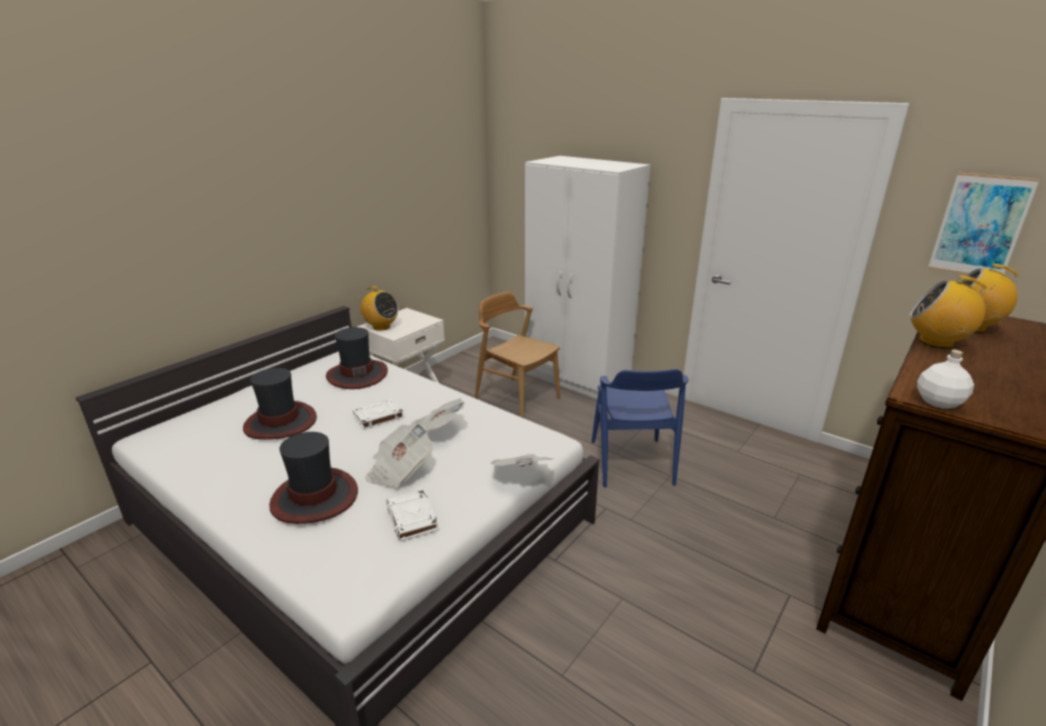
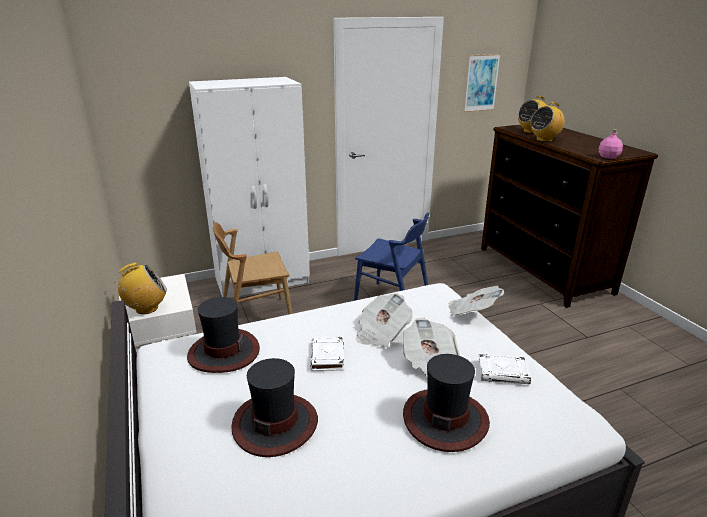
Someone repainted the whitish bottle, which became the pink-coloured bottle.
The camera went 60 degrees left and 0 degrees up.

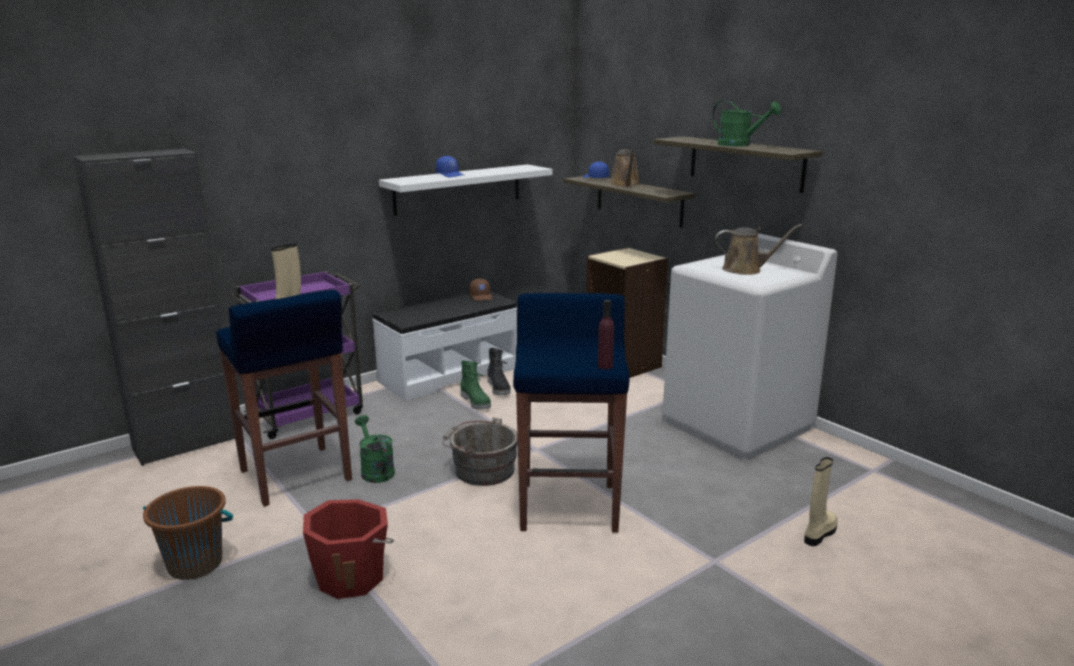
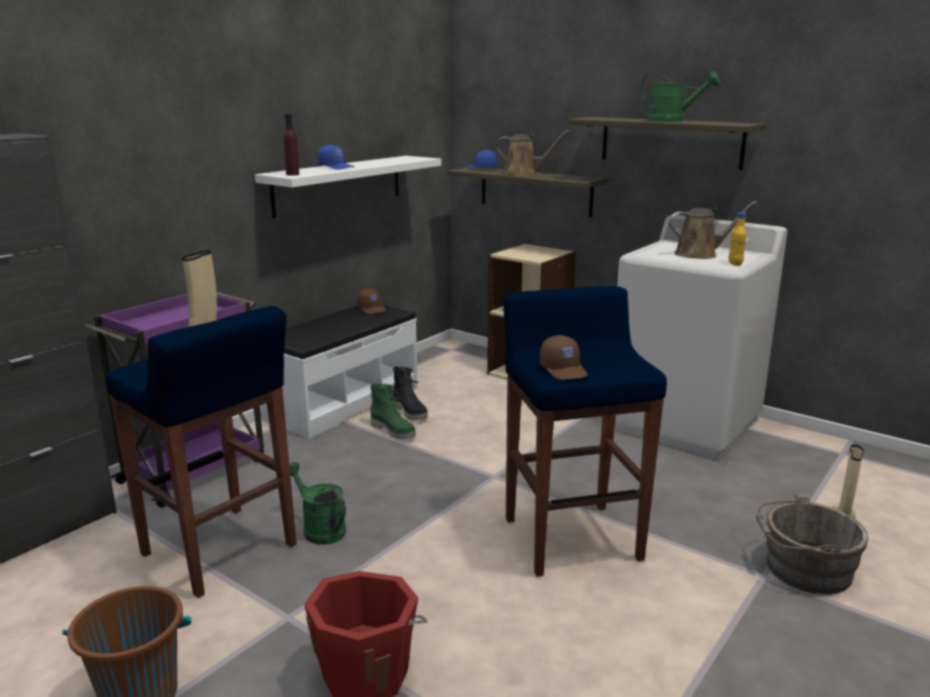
Someone carried the purplish bottle.
Someone rotated the brown sprinkling can (no. 1 from left) by 60 degrees counterclockwise.
Someone put down the brown cap (no. 2 from left).
Someone put down the yellow bottle.
Someone carried the grey water bucket.
The camera went 15 degrees left and 0 degrees up.

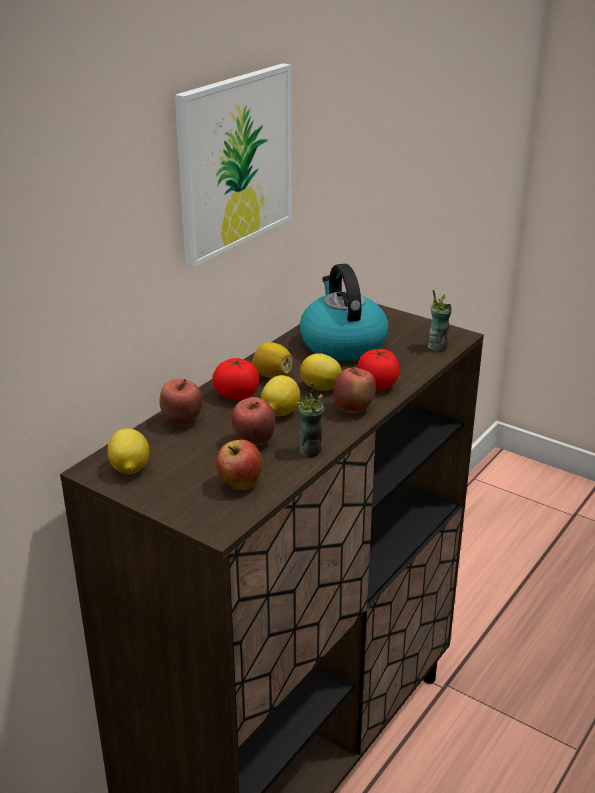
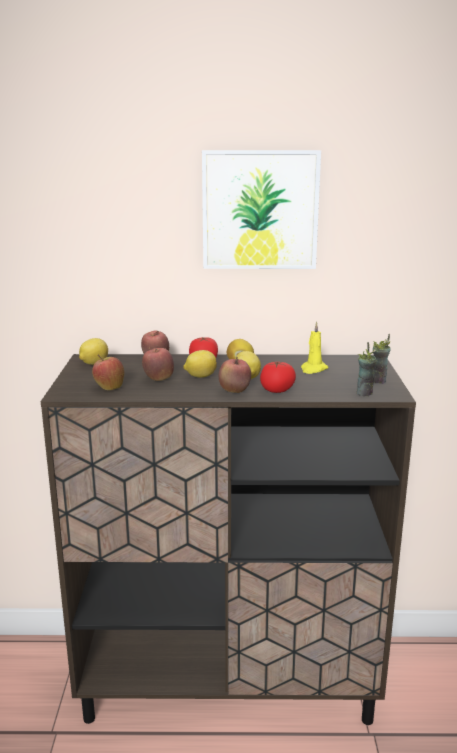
Someone swapped the kettle for the yellow wax light.
Someone carried the cup (no. 1 from left in the first image).
The camera went 55 degrees right and 10 degrees down.

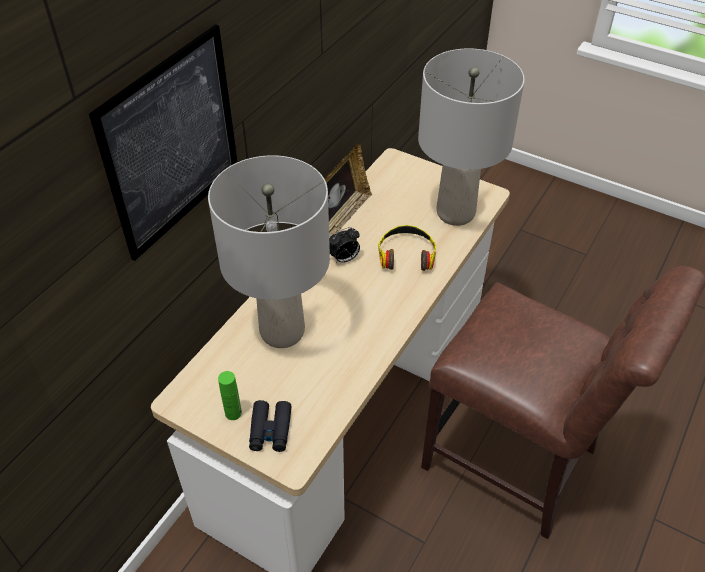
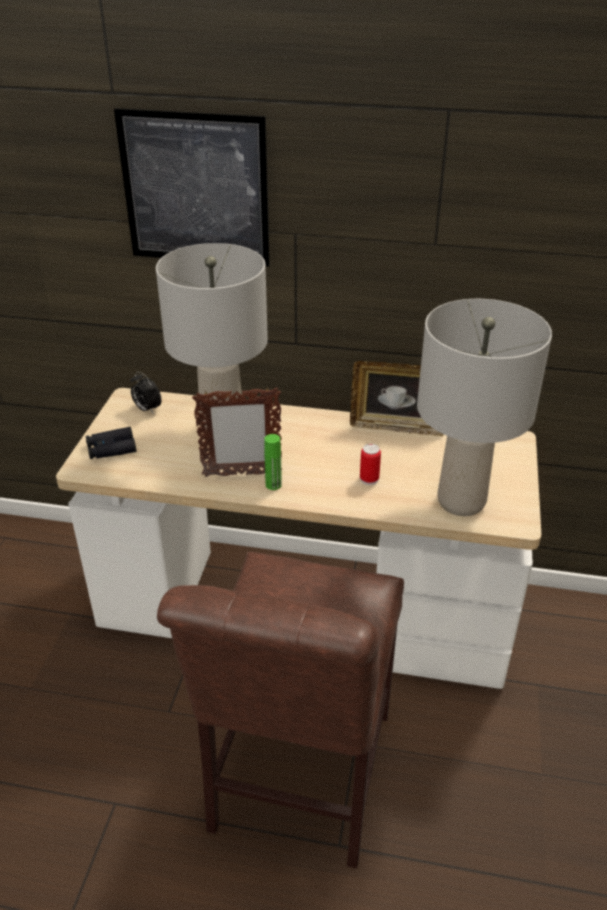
Someone carried the table clock.
Someone put down the picture frame (no. 1 from left).
Someone carried the greenish bottle.
Someone swapped the headphones for the metal can.
The camera went 70 degrees right and 10 degrees down.

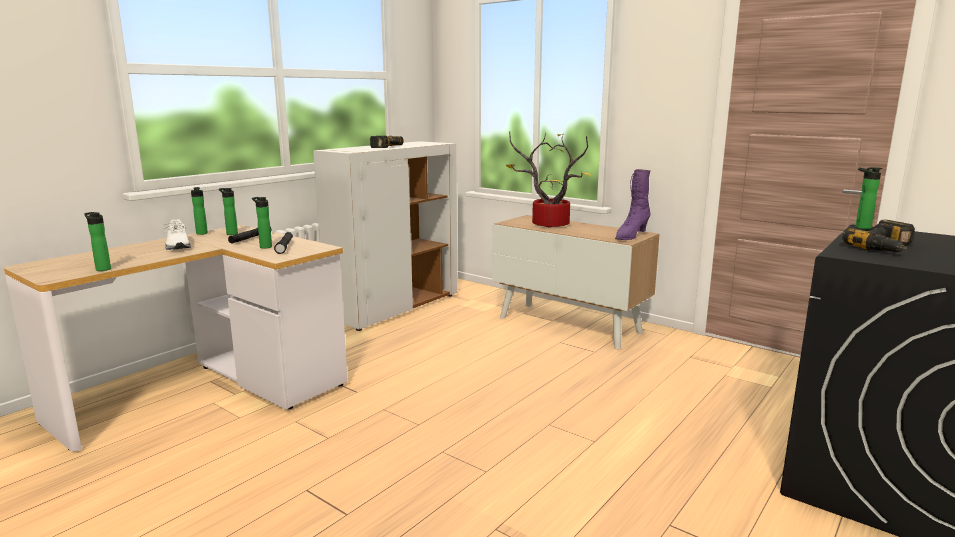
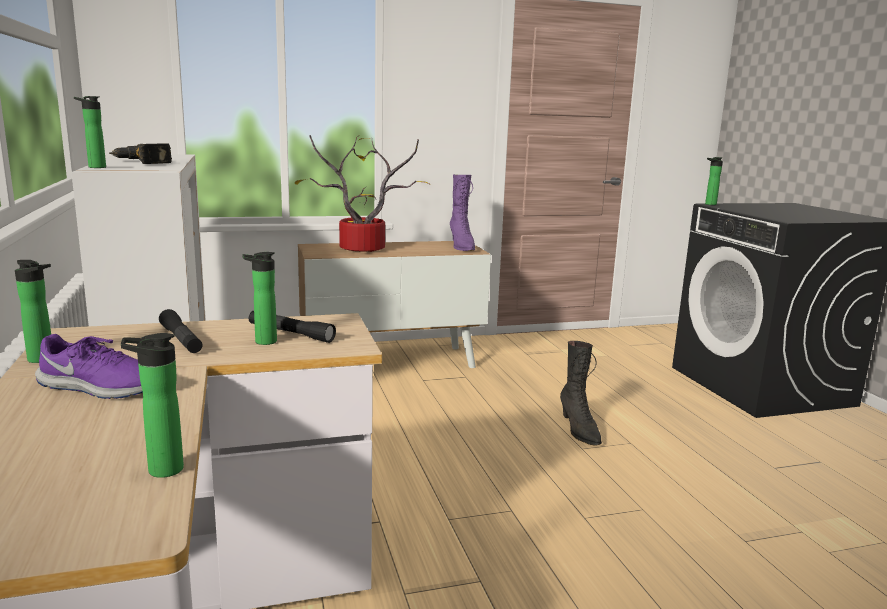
Someone repainted the whitish item of footwear, which became the purplish item of footwear.
Someone carried the bottle (no. 3 from left in the first image).
Someone put down the black boot.
Someone took away the electric drill (no. 2 from left).
The camera went 55 degrees left and 0 degrees up.

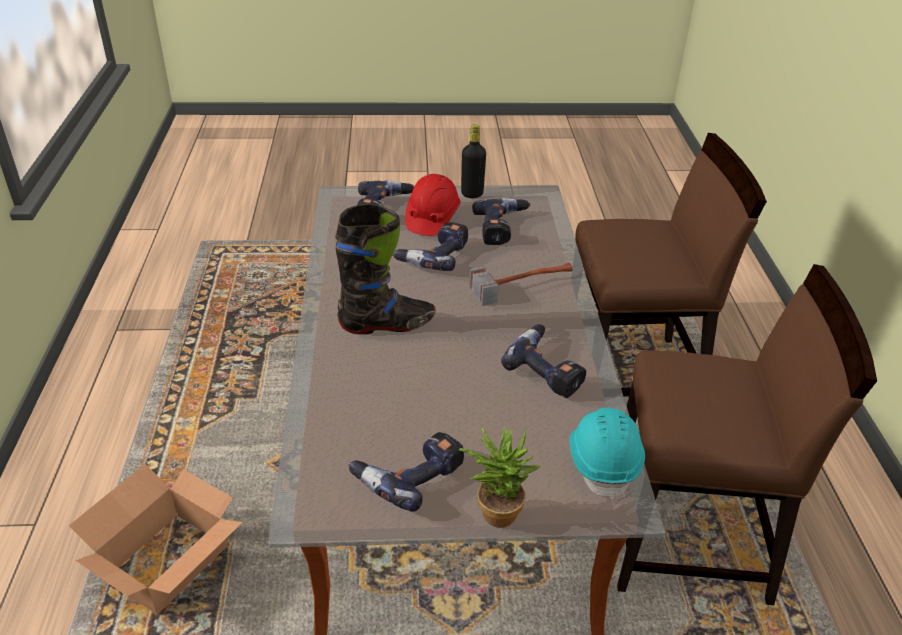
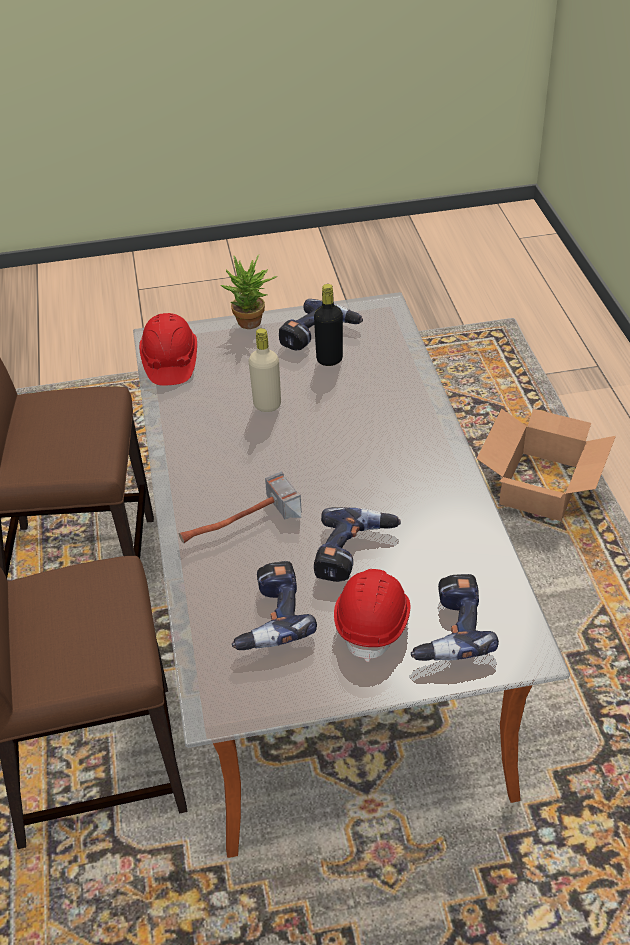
Someone repainted the blue-green work helmet, which became the red-coloured work helmet (no. 1 from left).
Someone put down the sand-coloured bottle.
Someone carried the black bottle.
Someone took away the black boot.
Someone took away the electric drill (no. 5 from left).
The camera went 175 degrees right and 5 degrees up.

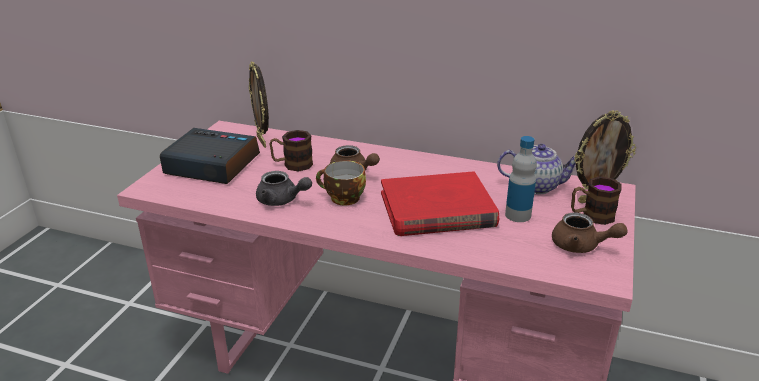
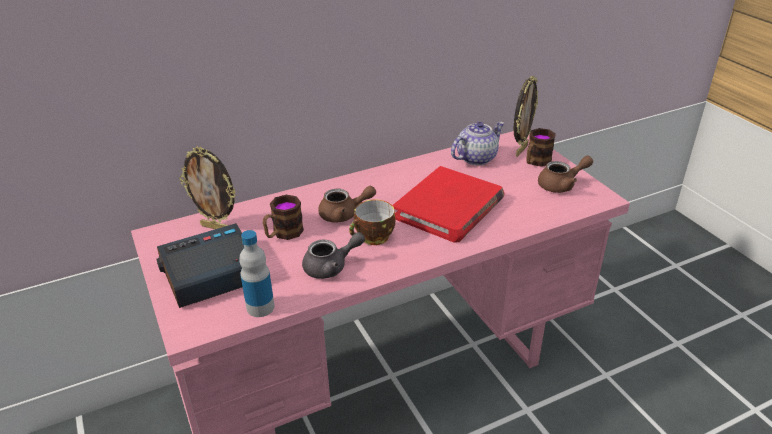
Someone carried the bottle.
The camera went 45 degrees left and 5 degrees up.

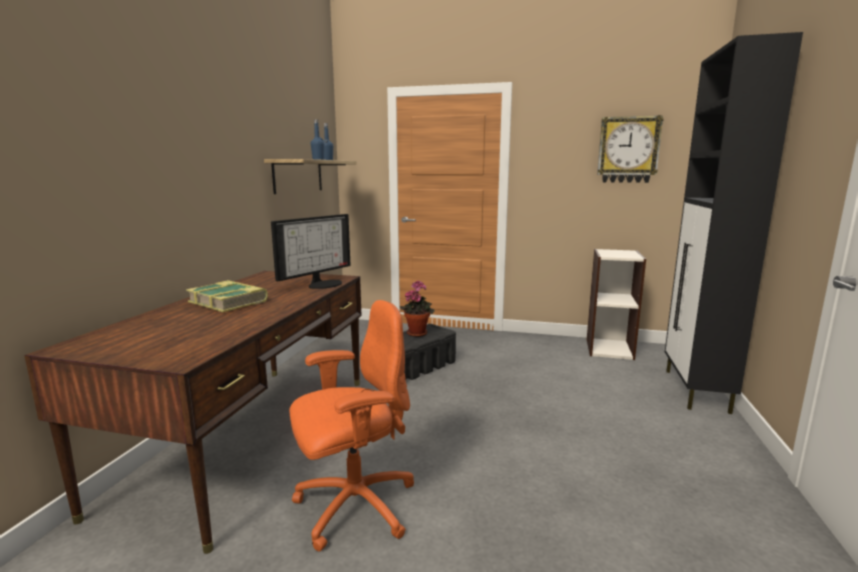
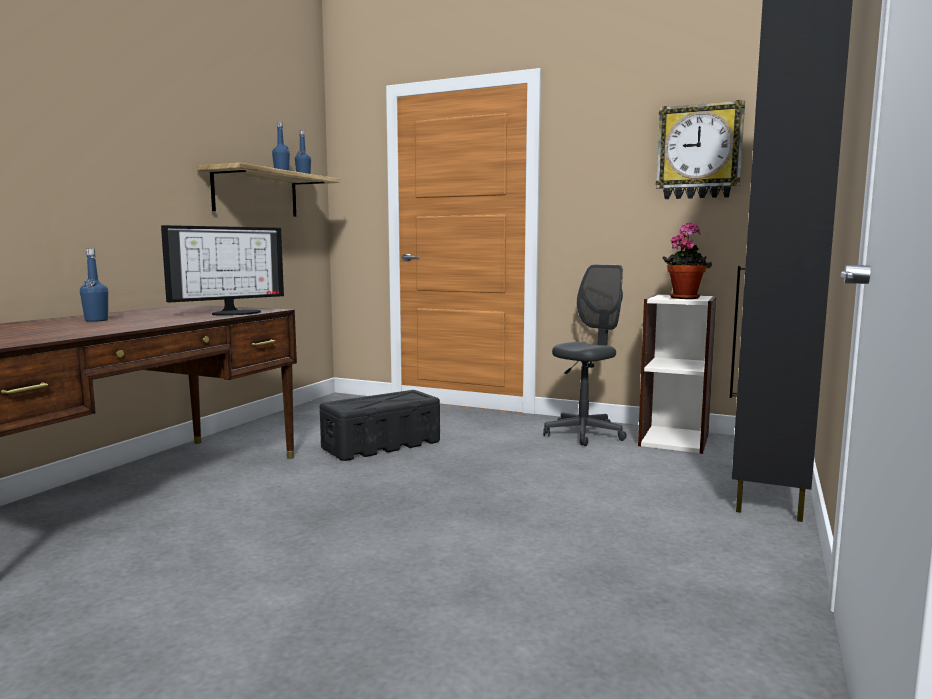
Someone swapped the volume for the blue-coloured bottle (no. 1 from left).
Someone put down the grey office chair.
Someone carried the houseplant.
Someone took away the orange-coloured office chair.
The camera went 10 degrees right and 5 degrees down.

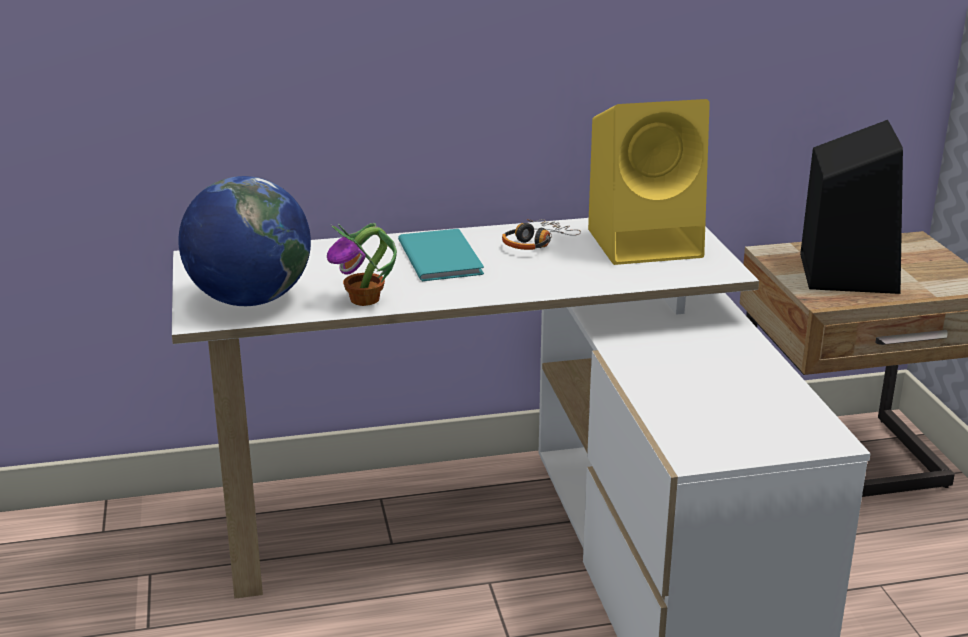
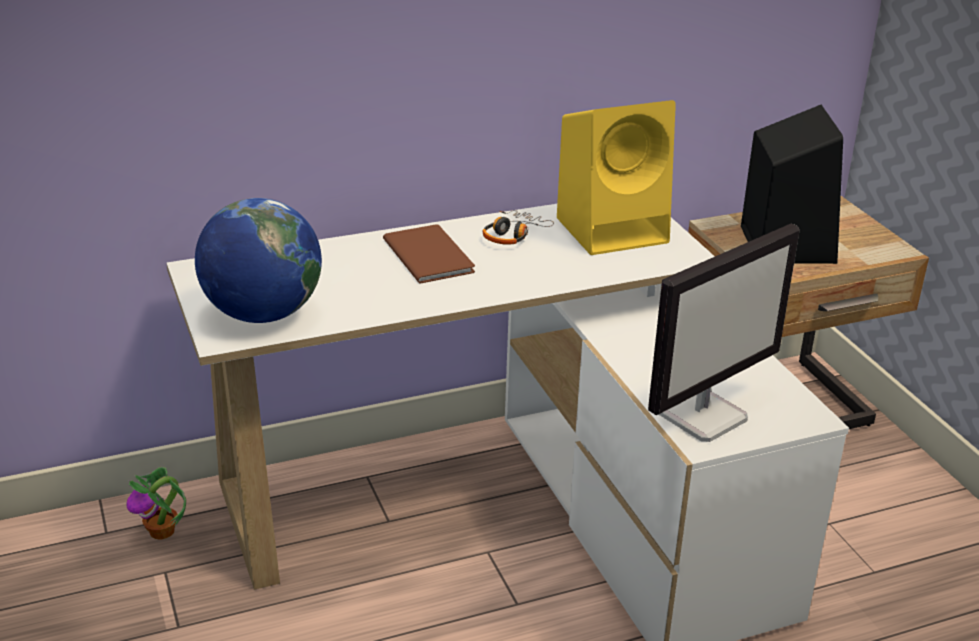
Someone carried the houseplant.
Someone repainted the blue-green volume, which became the brown volume.
Someone put down the computer screen.
The camera went 10 degrees left and 5 degrees up.

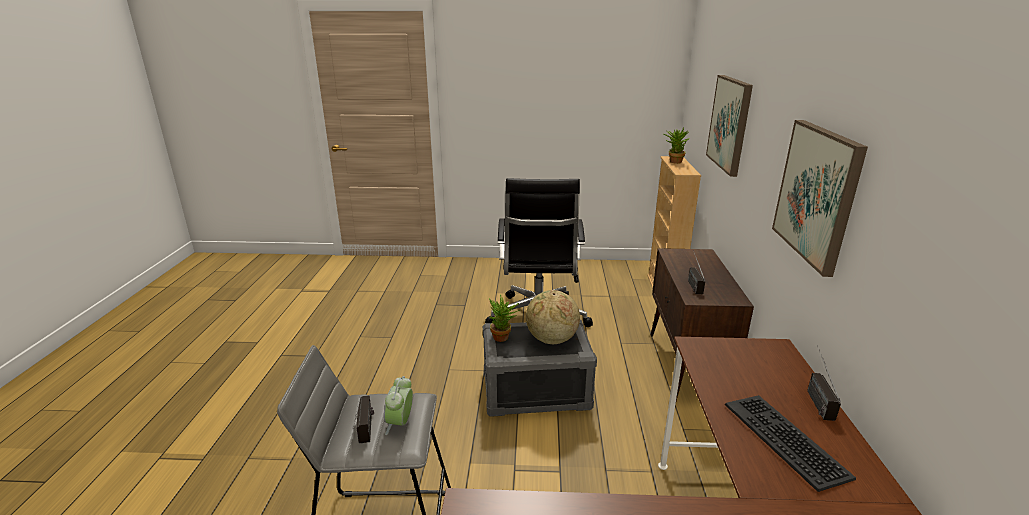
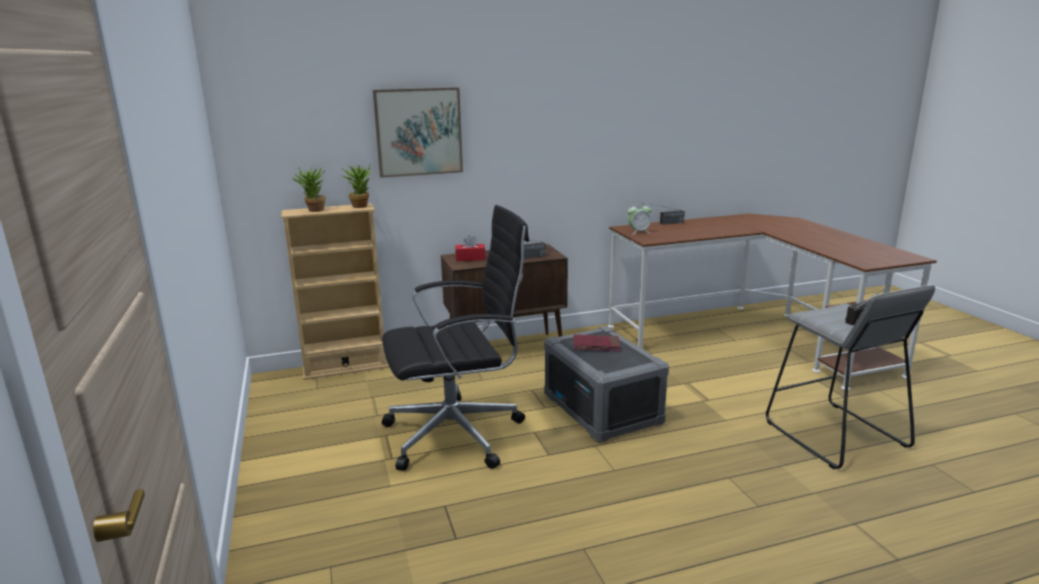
Someone carried the houseplant (no. 1 from left in the first image).
Someone put down the red-coloured box of tissues.
Someone swapped the world globe for the red-coloured volume.
Someone carried the table clock.
Someone took away the keyboard.
Someone took away the wall picture (no. 2 from left).
The camera went 110 degrees left and 5 degrees down.

